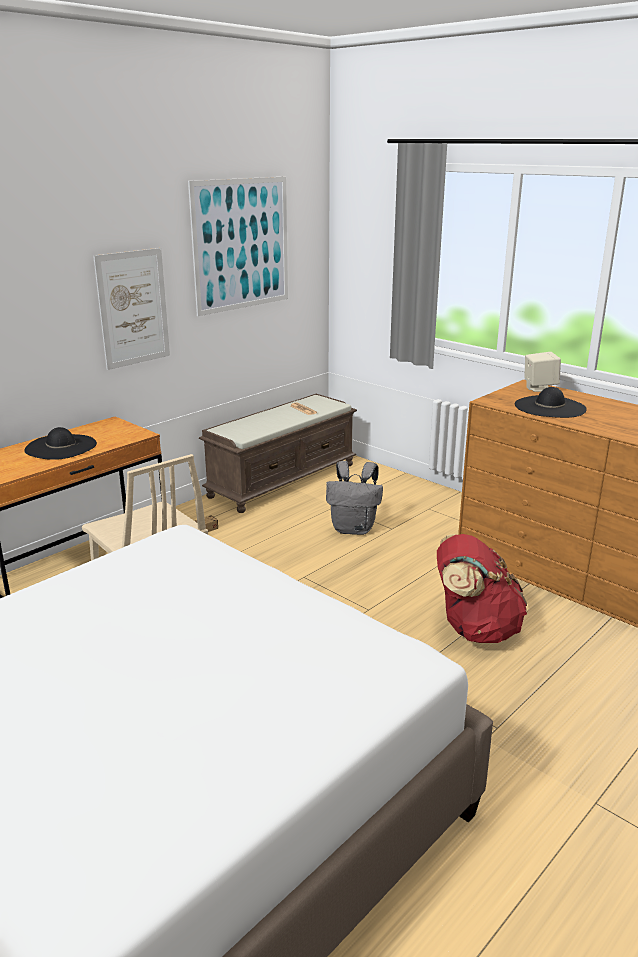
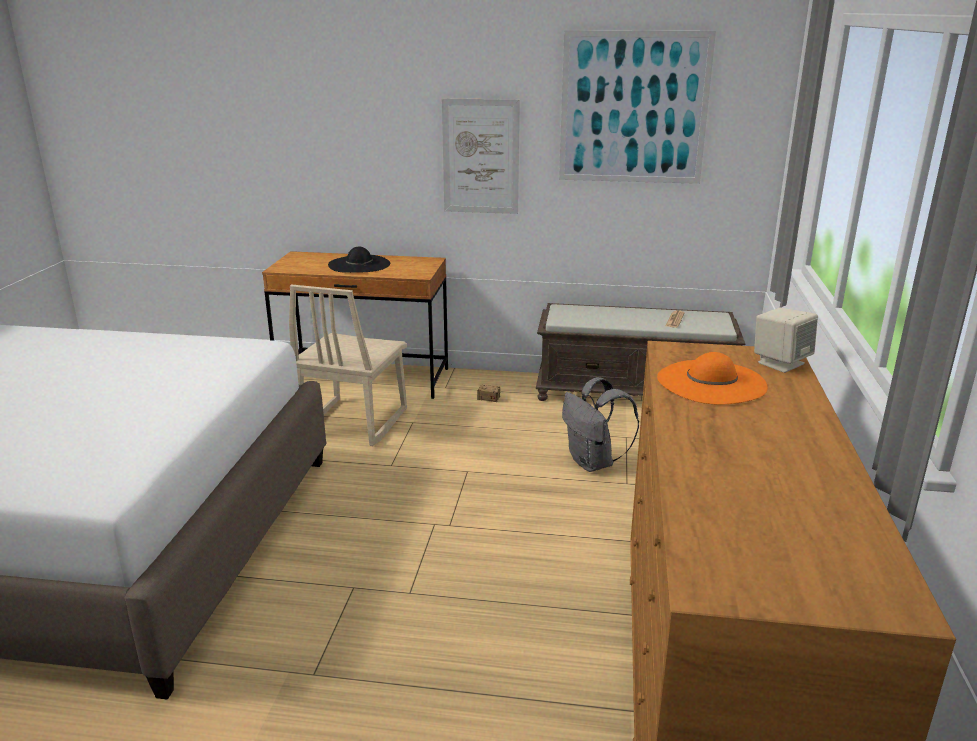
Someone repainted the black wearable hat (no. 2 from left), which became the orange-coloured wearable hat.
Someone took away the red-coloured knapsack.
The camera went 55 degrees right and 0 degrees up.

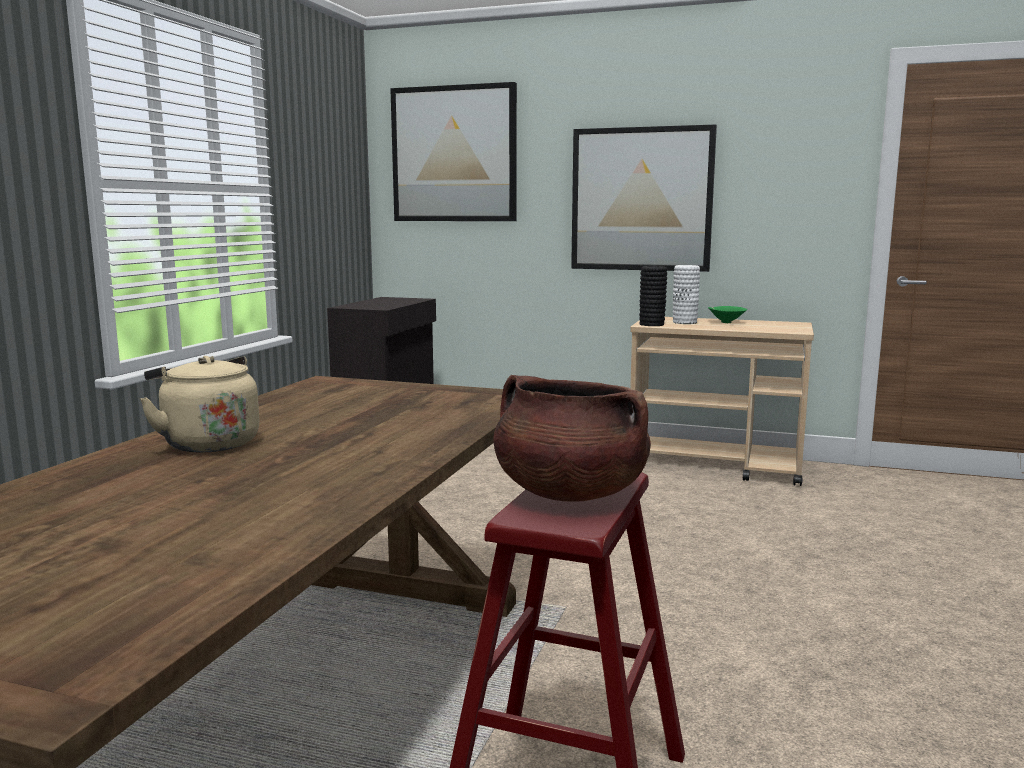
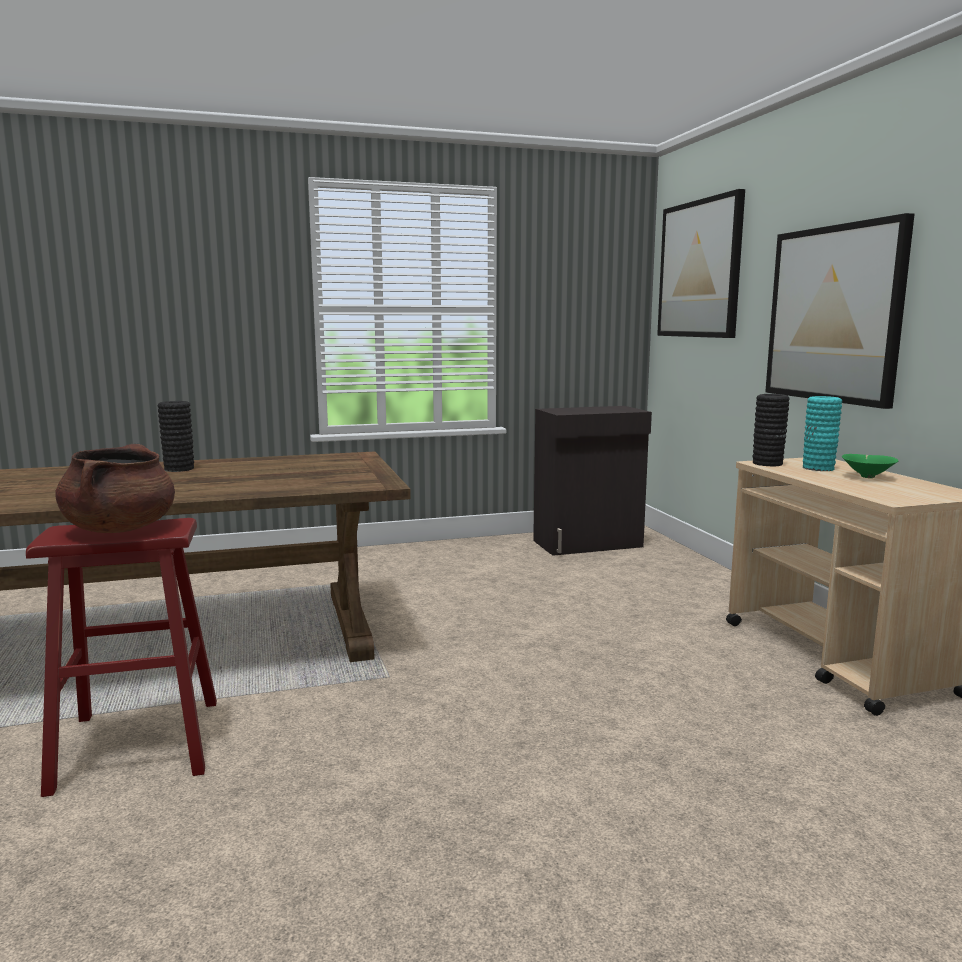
Someone swapped the sand-coloured kettle for the black vase (no. 1 from left).
Someone repainted the whitish vase, which became the blue-green vase.
The camera went 55 degrees right and 0 degrees up.

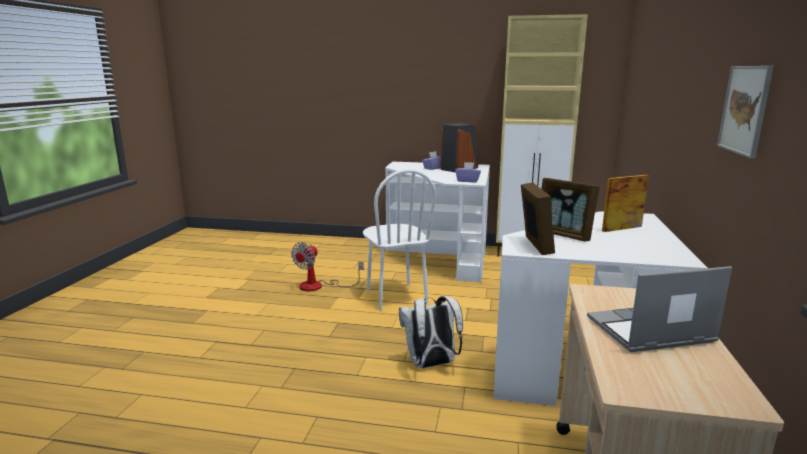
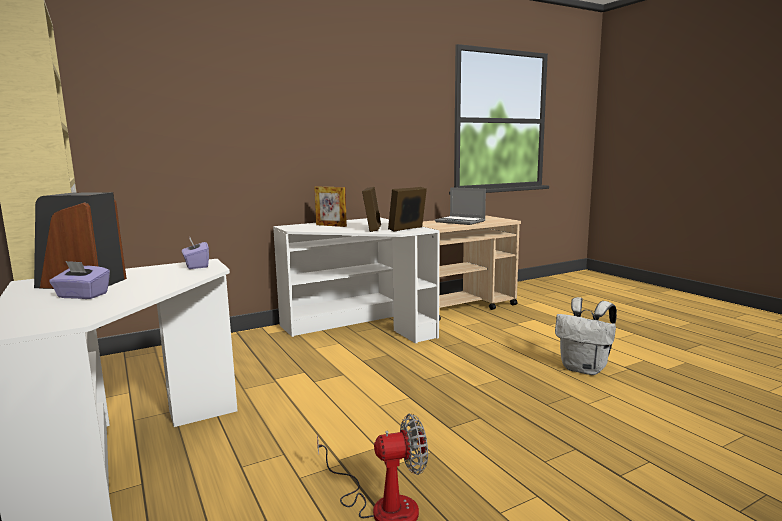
Someone carried the whitish knapsack.
Someone took away the whitish upright chair.
Someone took away the wall picture.
The camera went 130 degrees left and 5 degrees down.

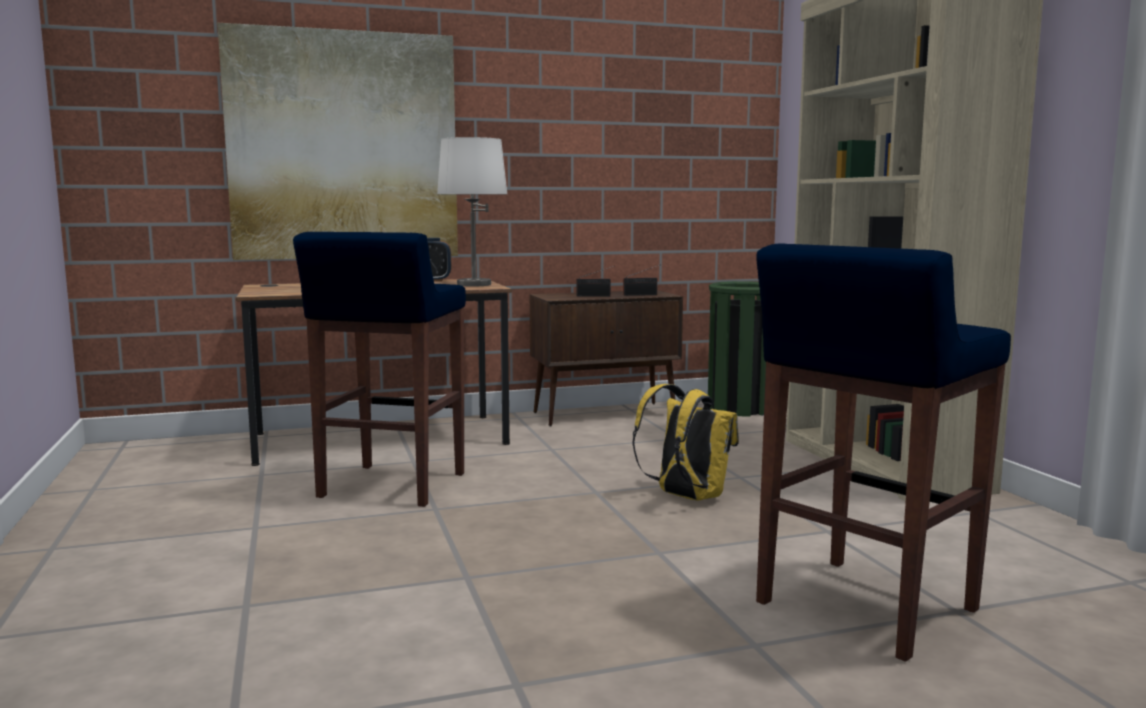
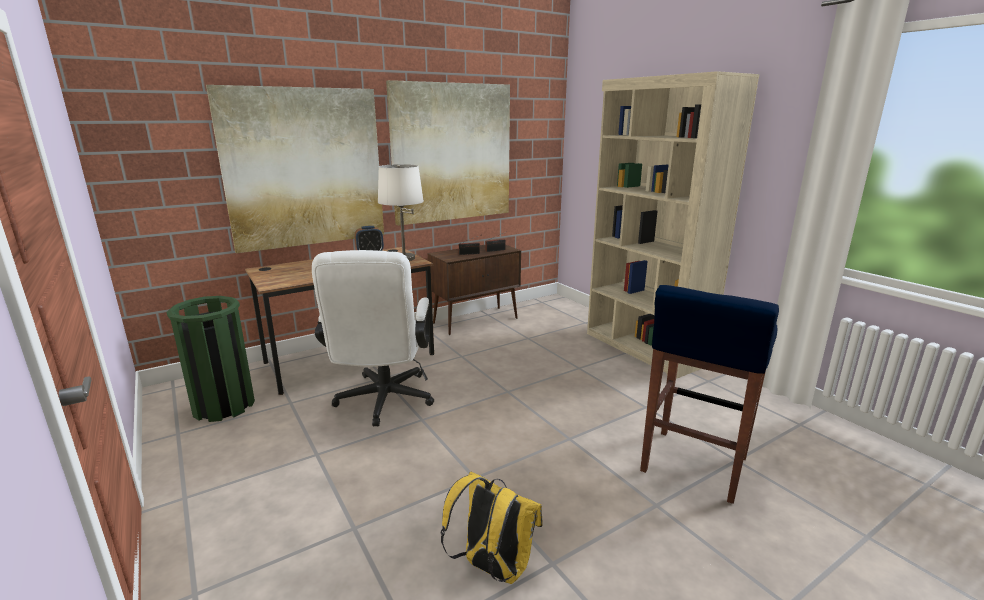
Someone carried the greenish trash can.
Someone swapped the blue-coloured stool seat (no. 1 from left) for the whitish office chair.
Someone put up the wall picture (no. 2 from left).
Someone carried the yellow knapsack.
The camera went 15 degrees left and 10 degrees up.

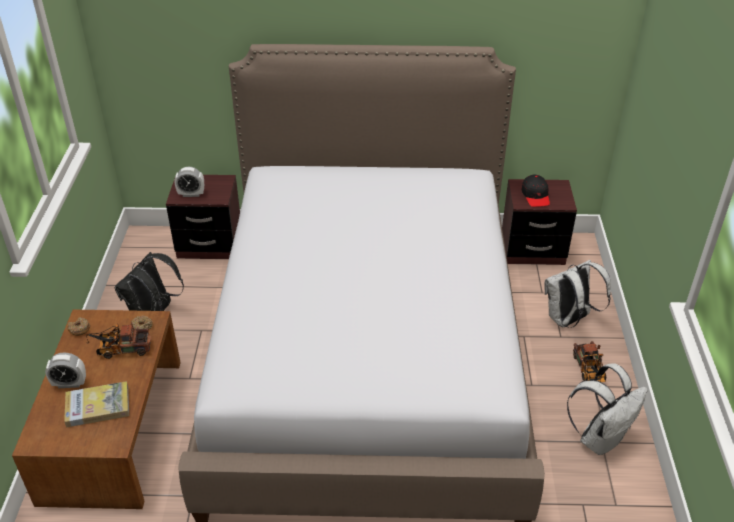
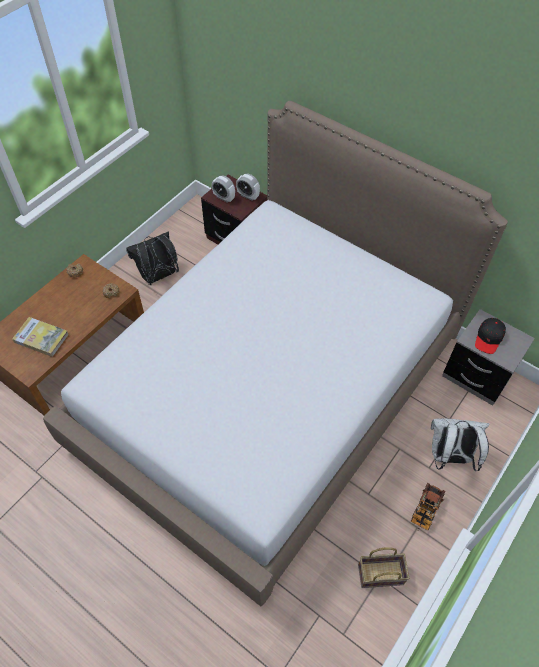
Someone carried the table clock (no. 1 from left in the first image).
Someone swapped the whitish knapsack (no. 2 from left) for the household basket.
Someone repainted the brown nightstand (no. 2 from left), which became the grey nightstand.
Someone took away the model truck (no. 1 from left).
The camera went 35 degrees right and 15 degrees up.

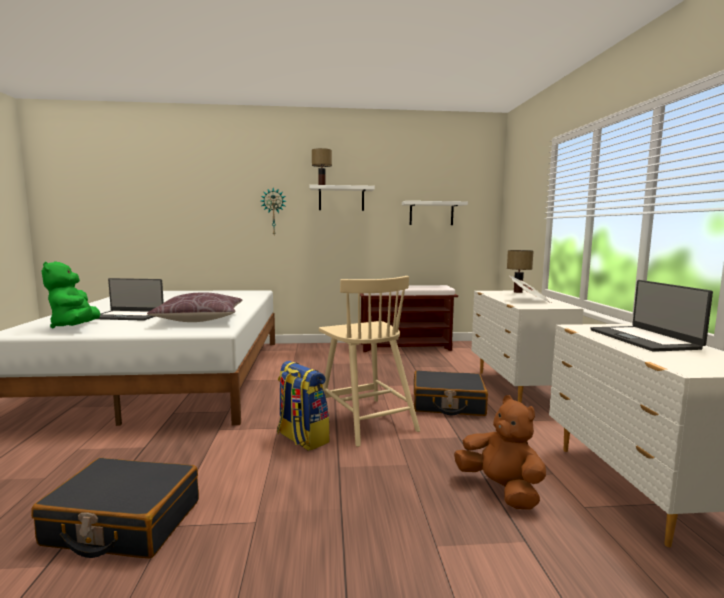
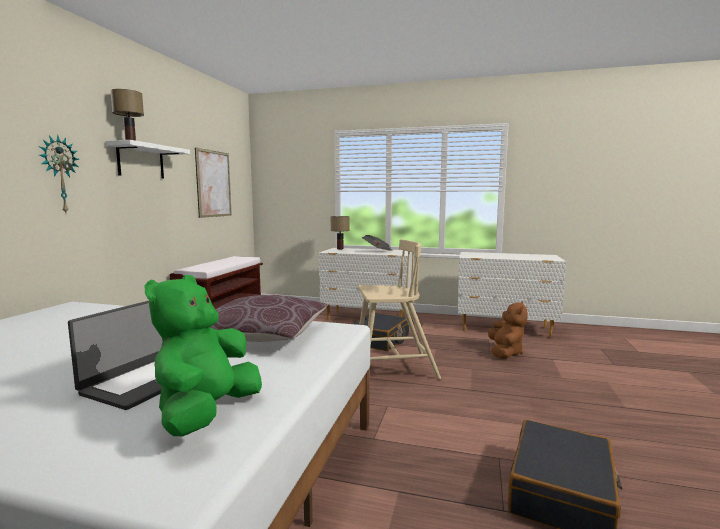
Someone rotated the greenish soft toy by 105 degrees clockwise.
Someone swapped the whitish shelf (no. 2 from left) for the wall picture.
Someone rotated the brown soft toy by 120 degrees clockwise.
Someone took away the knapsack.
Someone took away the laptop (no. 2 from left).
The camera went 70 degrees left and 0 degrees up.

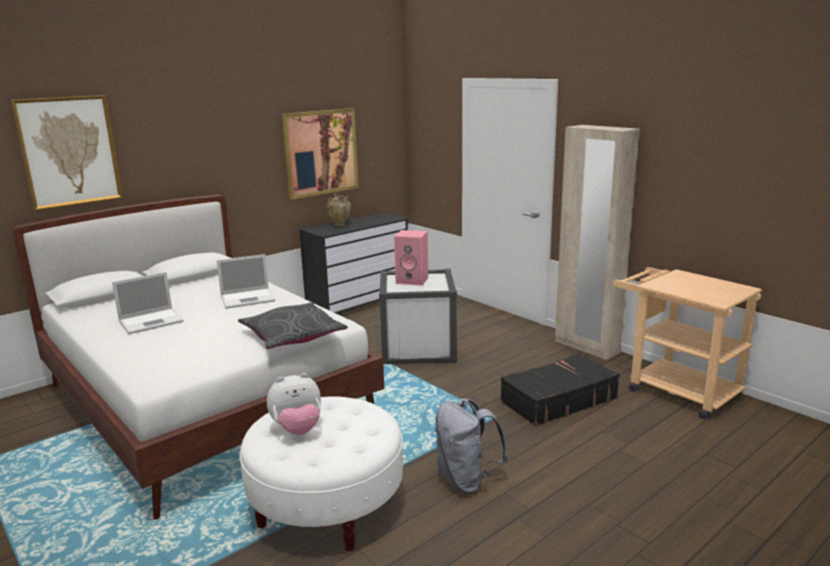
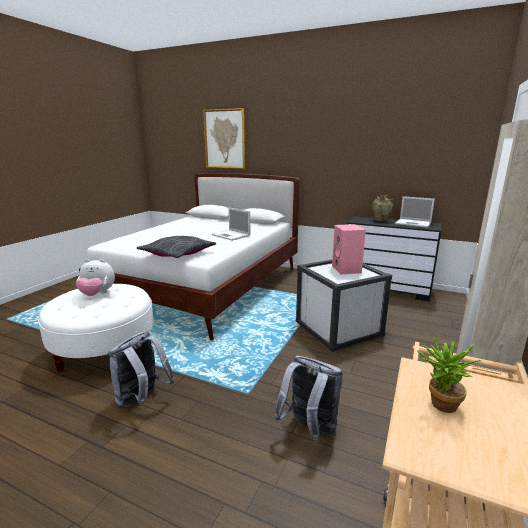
Someone rotated the soft toy by 45 degrees counterclockwise.
Someone swapped the black suitcase for the grey knapsack (no. 2 from left).
Someone carried the laptop (no. 1 from left in the first image).
Someone put down the houseplant.
Someone took away the wall picture (no. 2 from left).
The camera went 65 degrees right and 0 degrees up.

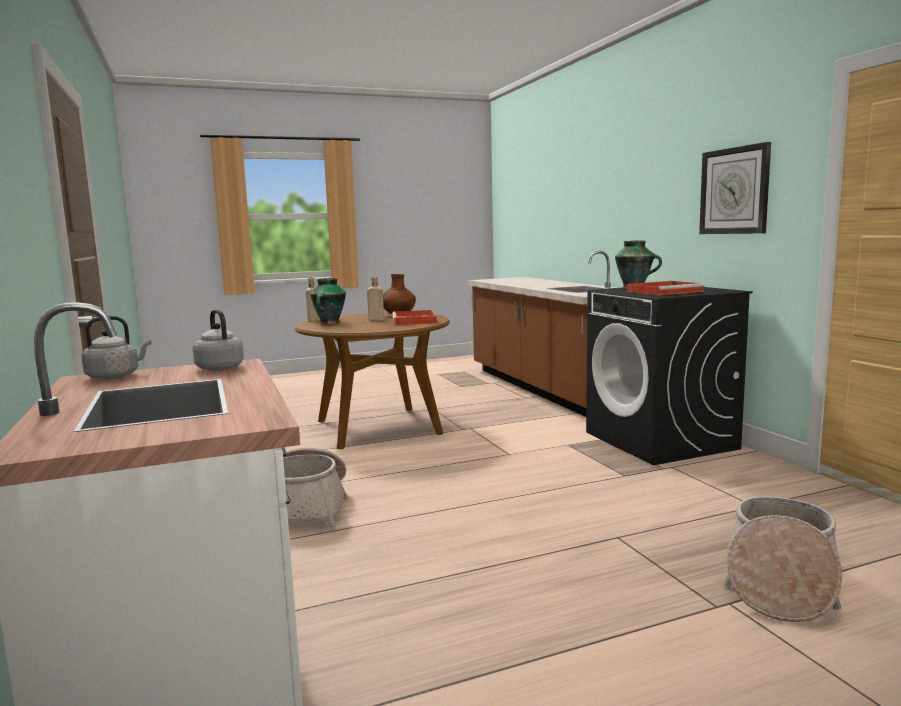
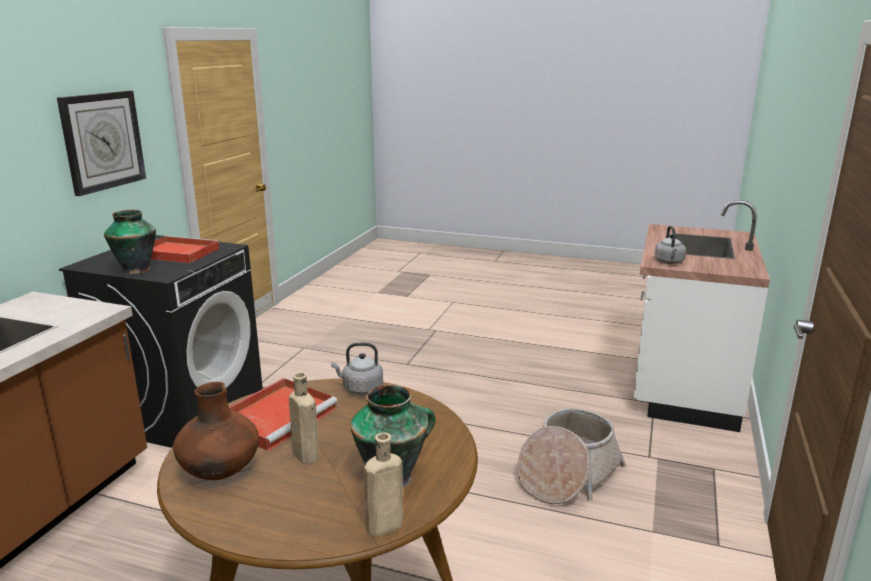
Someone carried the grey kettle (no. 1 from left).
Someone took away the household basket (no. 2 from left).
The camera went 140 degrees left and 10 degrees up.

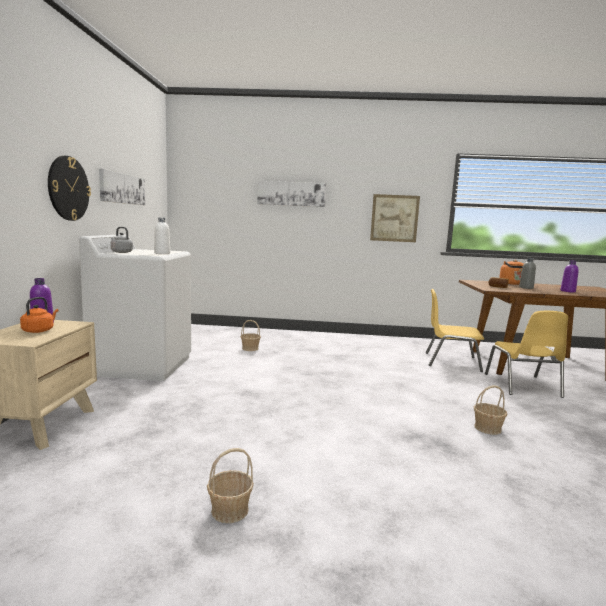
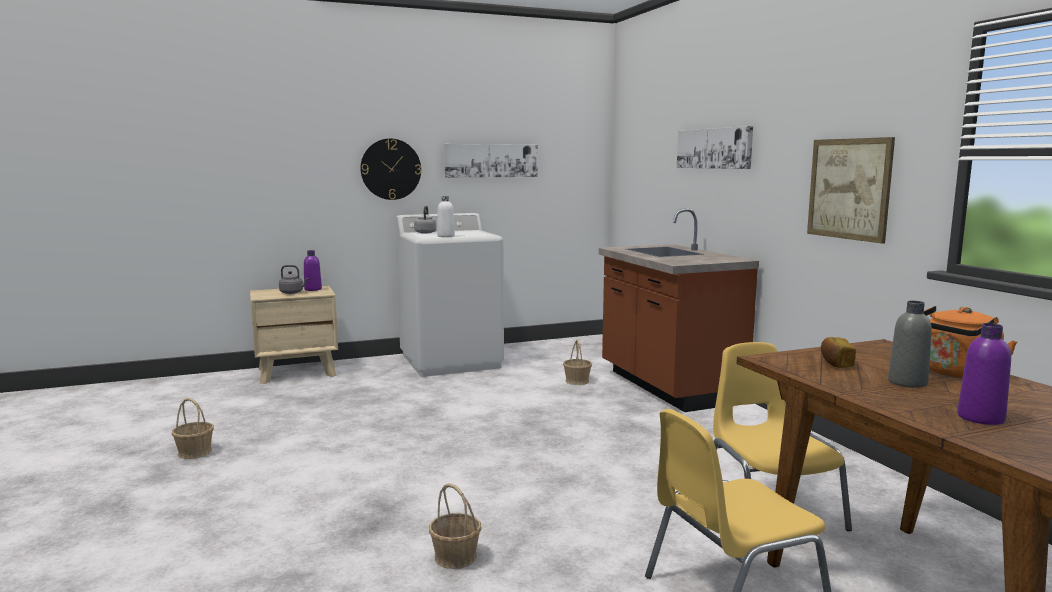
Someone repainted the orange-coloured kettle (no. 1 from left), which became the grey kettle (no. 1 from left).
Someone put down the brown counter.
The camera went 65 degrees right and 0 degrees up.

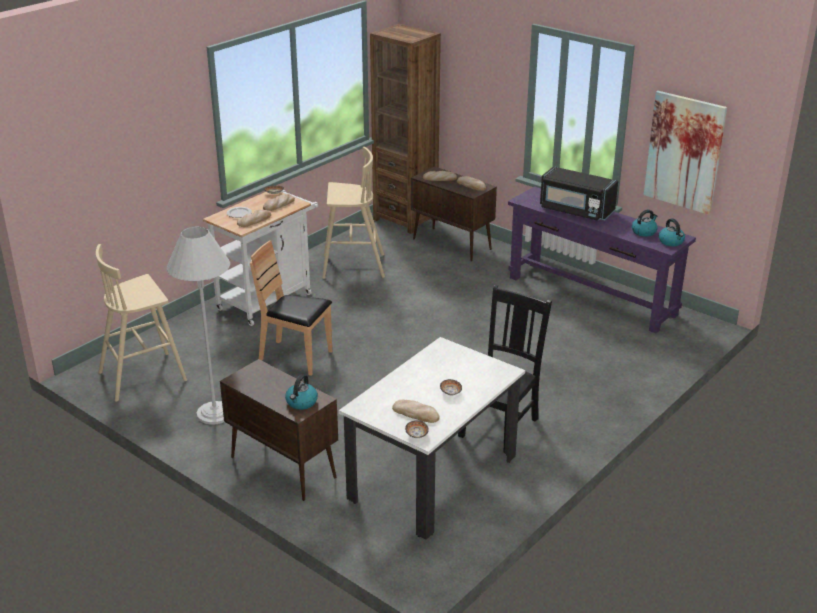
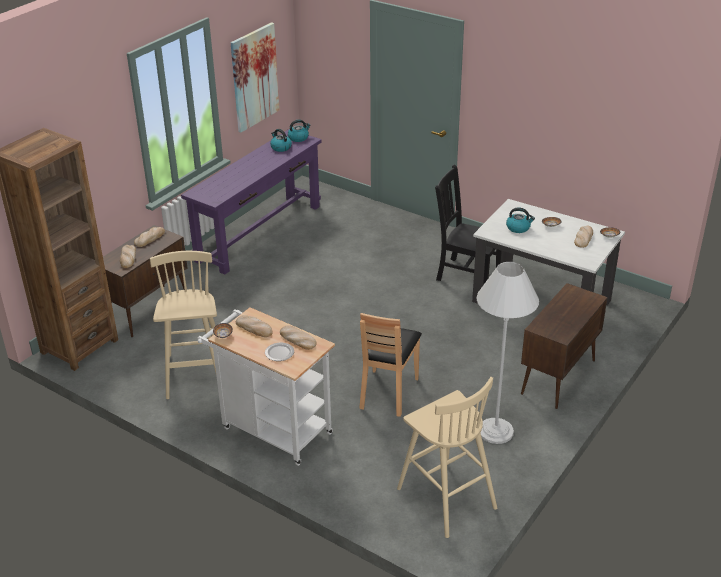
Someone carried the kettle (no. 1 from left in the first image).
Someone took away the black kitchen microwave.
The camera went 95 degrees left and 5 degrees up.

